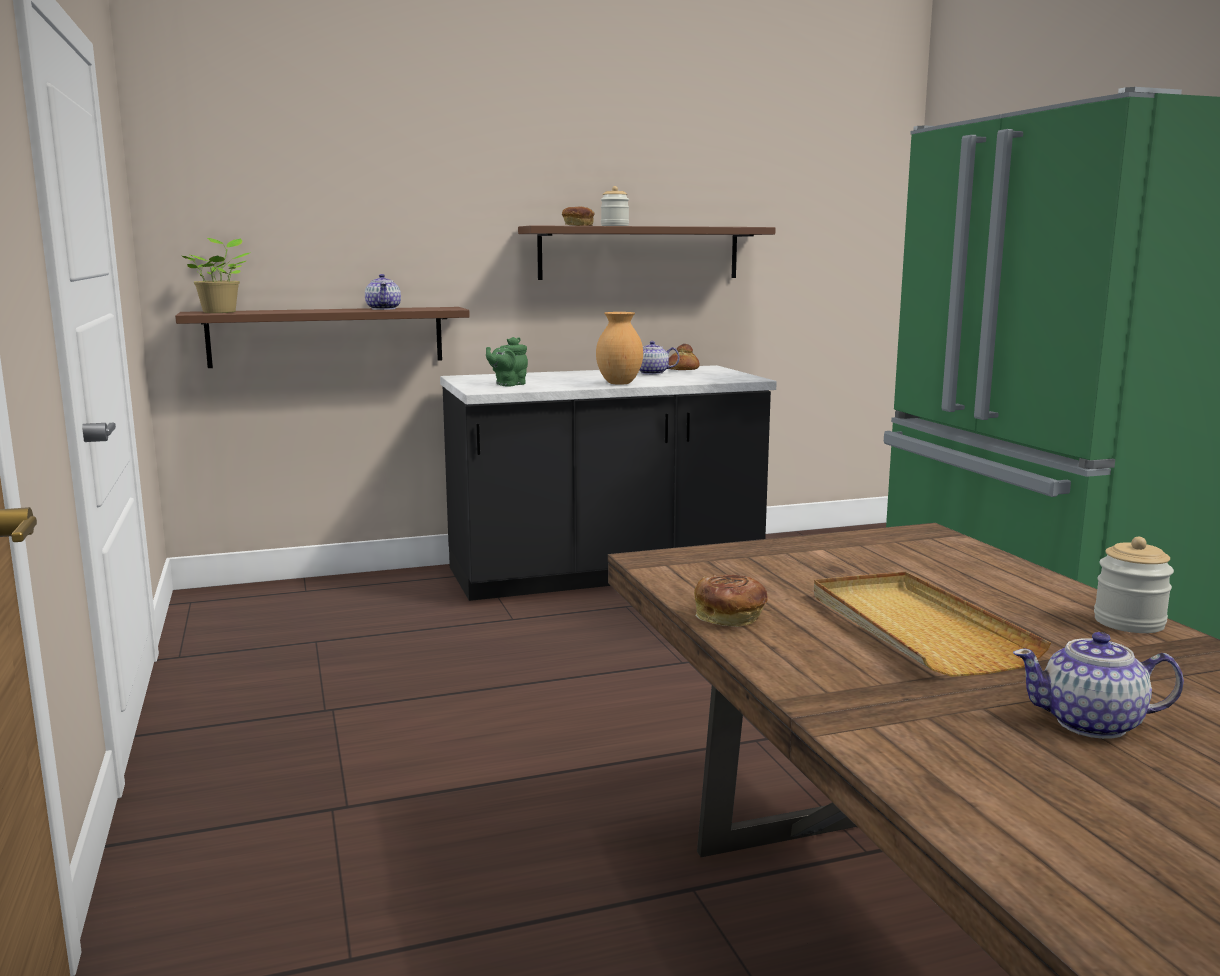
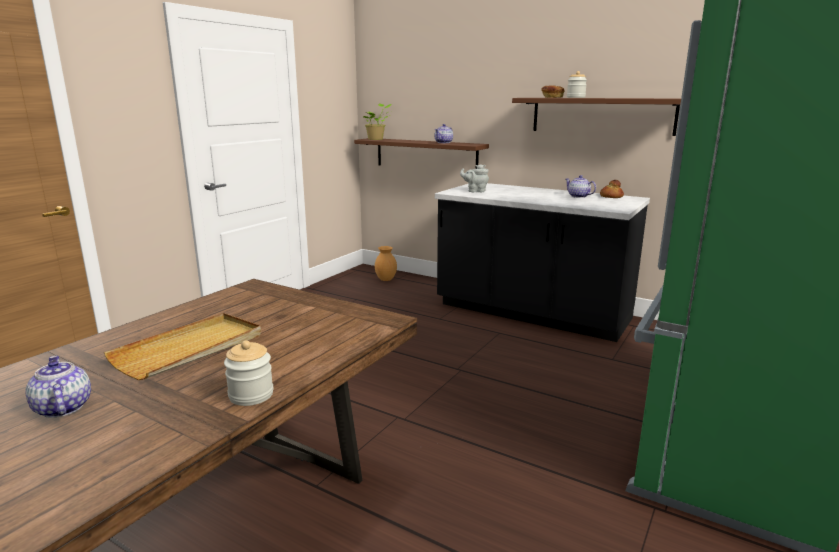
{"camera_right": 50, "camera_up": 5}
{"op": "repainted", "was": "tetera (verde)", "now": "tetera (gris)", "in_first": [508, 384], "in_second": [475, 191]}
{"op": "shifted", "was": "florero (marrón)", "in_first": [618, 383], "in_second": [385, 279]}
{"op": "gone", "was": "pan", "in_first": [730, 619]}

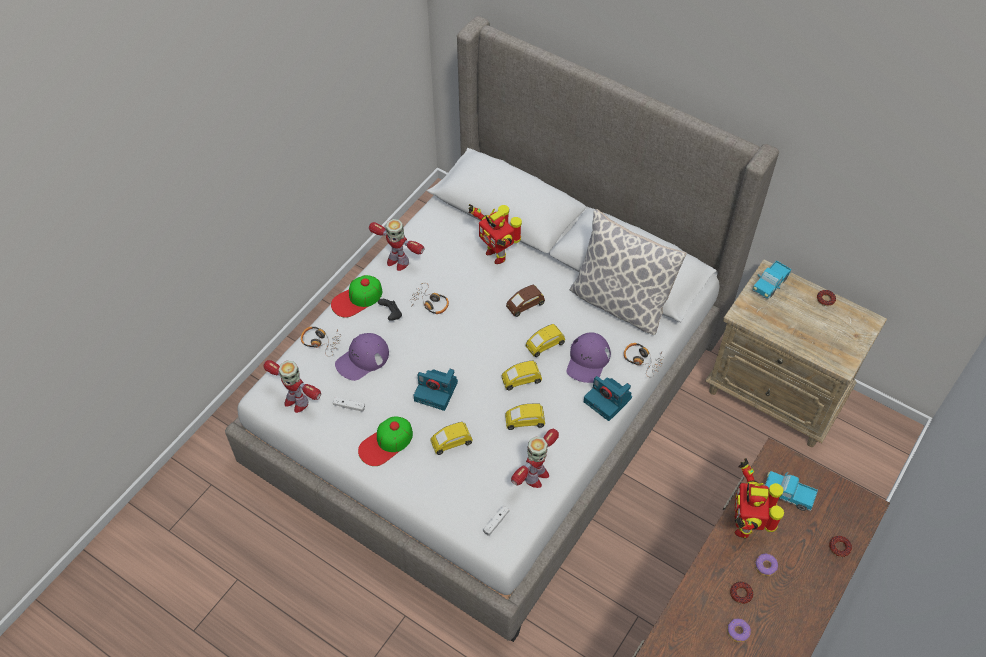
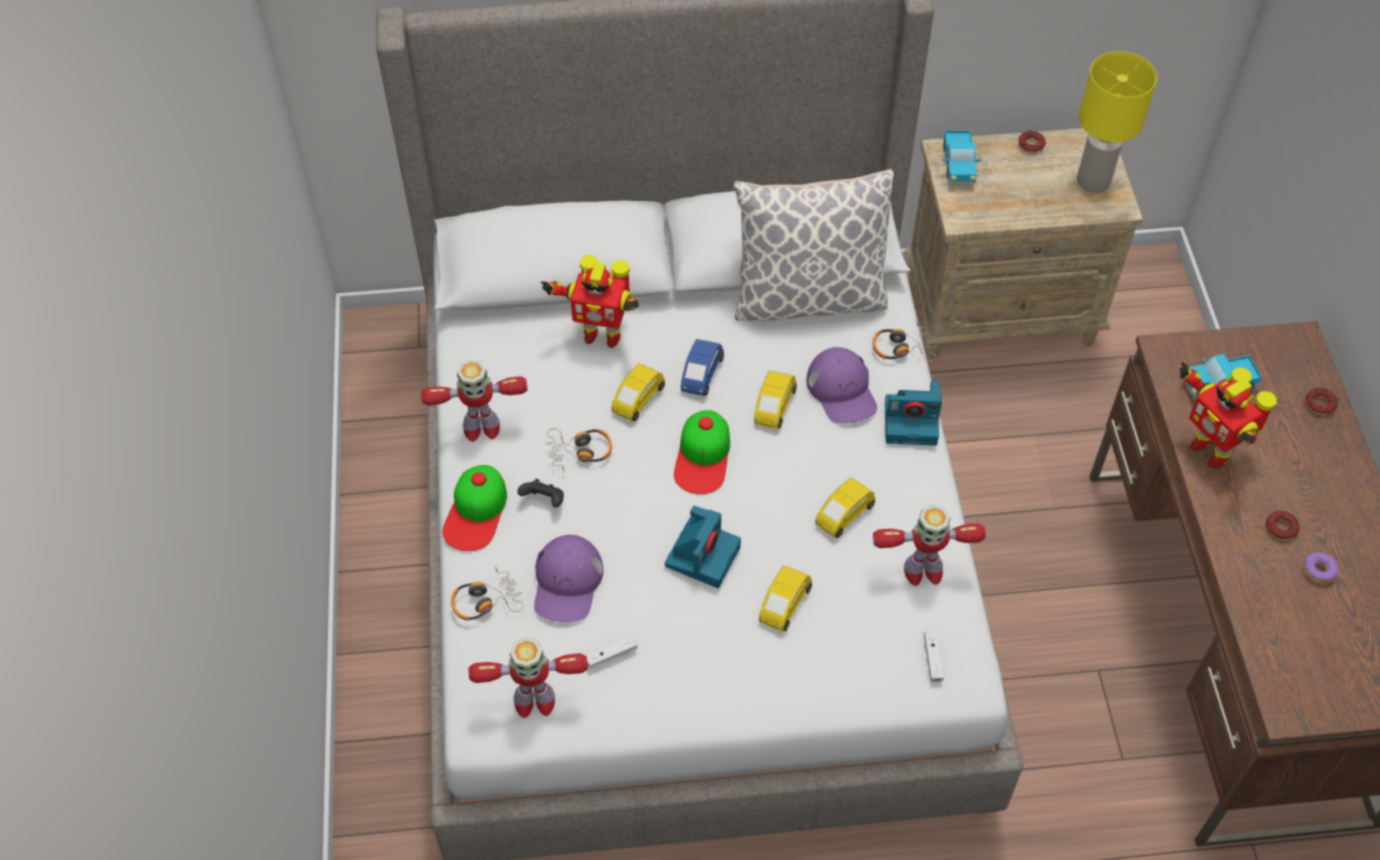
{"camera_right": -40, "camera_up": 0}
{"op": "shifted", "was": "gorra", "in_first": [386, 443], "in_second": [703, 456]}
{"op": "rotated", "was": "cámara", "in_first": [437, 391], "in_second": [702, 555], "clockwise": -45}
{"op": "shifted", "was": "coche de juguete (amarillo)", "in_first": [521, 380], "in_second": [637, 400]}
{"op": "repainted", "was": "coche de juguete (marrón)", "now": "coche de juguete (azul)", "in_first": [525, 305], "in_second": [701, 375]}
{"op": "rotated", "was": "robot de juguete", "in_first": [535, 476], "in_second": [922, 571], "clockwise": 90}
{"op": "gone", "was": "rosquilla", "in_first": [765, 566]}
{"op": "new", "now": "lámpara de mesa (amarillo)", "in_second": [1093, 180]}

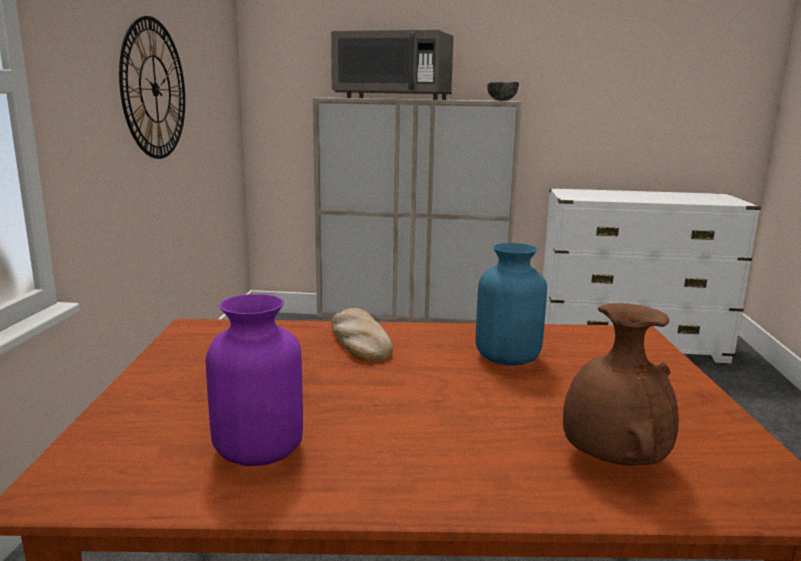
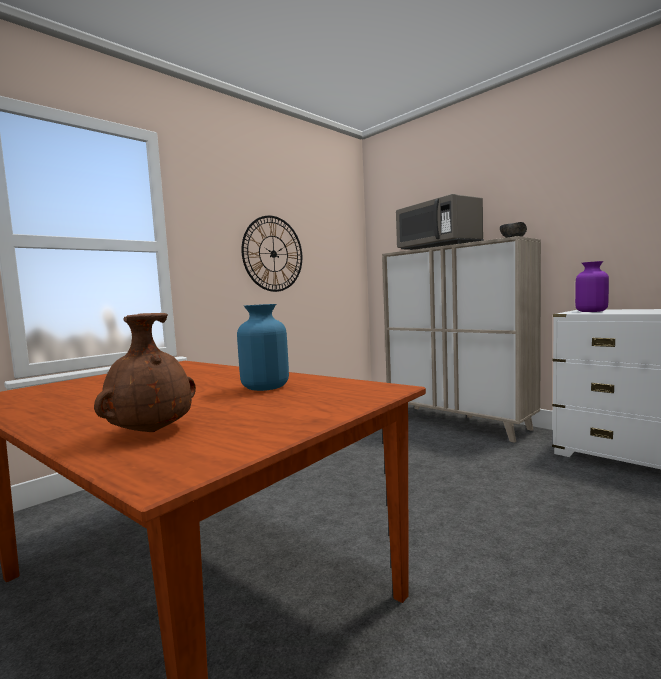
{"camera_right": 40, "camera_up": -10}
{"op": "shifted", "was": "florero (morado)", "in_first": [259, 450], "in_second": [591, 311]}
{"op": "gone", "was": "pan", "in_first": [359, 340]}

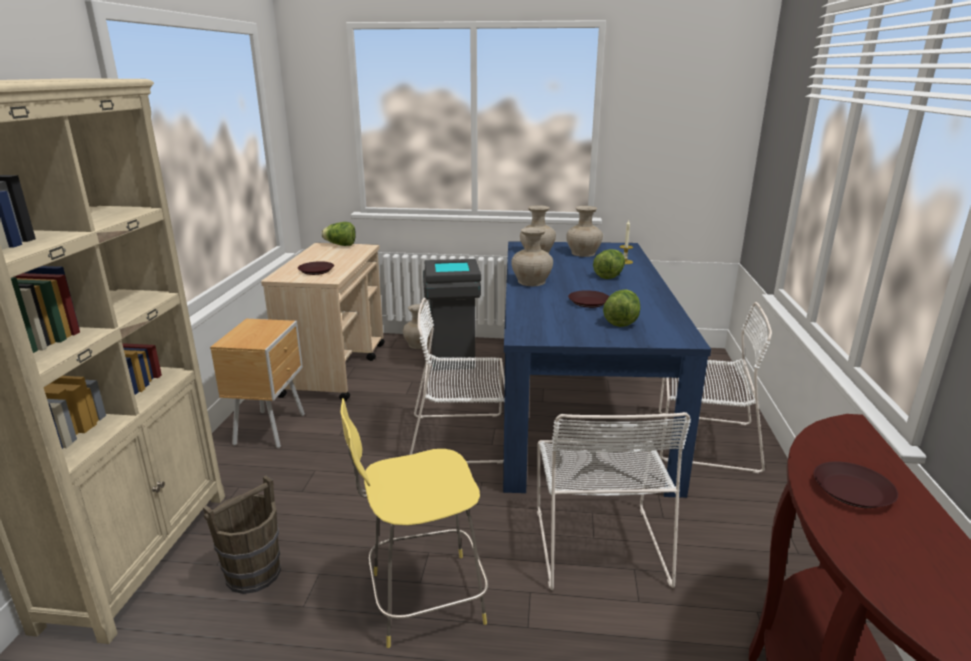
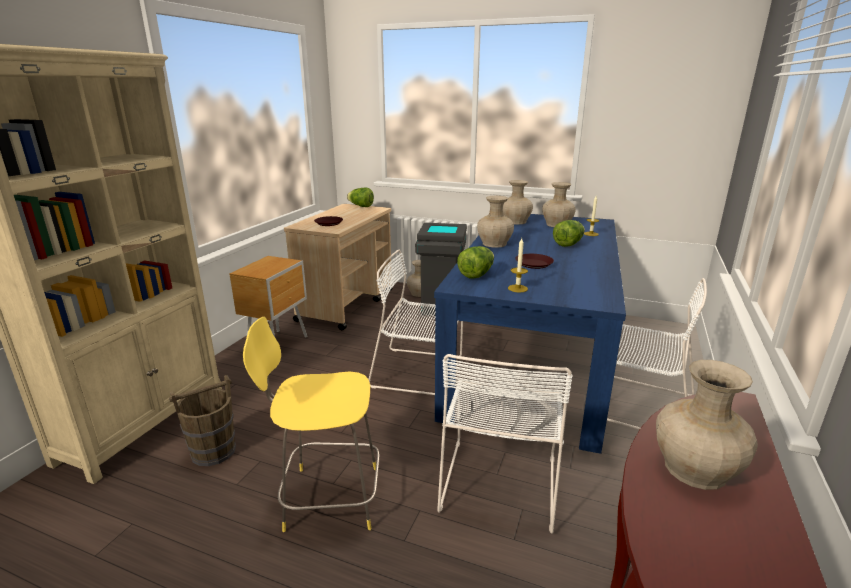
{"camera_right": 15, "camera_up": 0}
{"op": "shifted", "was": "lechuga", "in_first": [621, 321], "in_second": [476, 274]}
{"op": "swapped", "was": "plato (marrón)", "now": "florero (beis)", "in_first": [851, 491], "in_second": [694, 468]}
{"op": "new", "now": "vela", "in_second": [517, 288]}

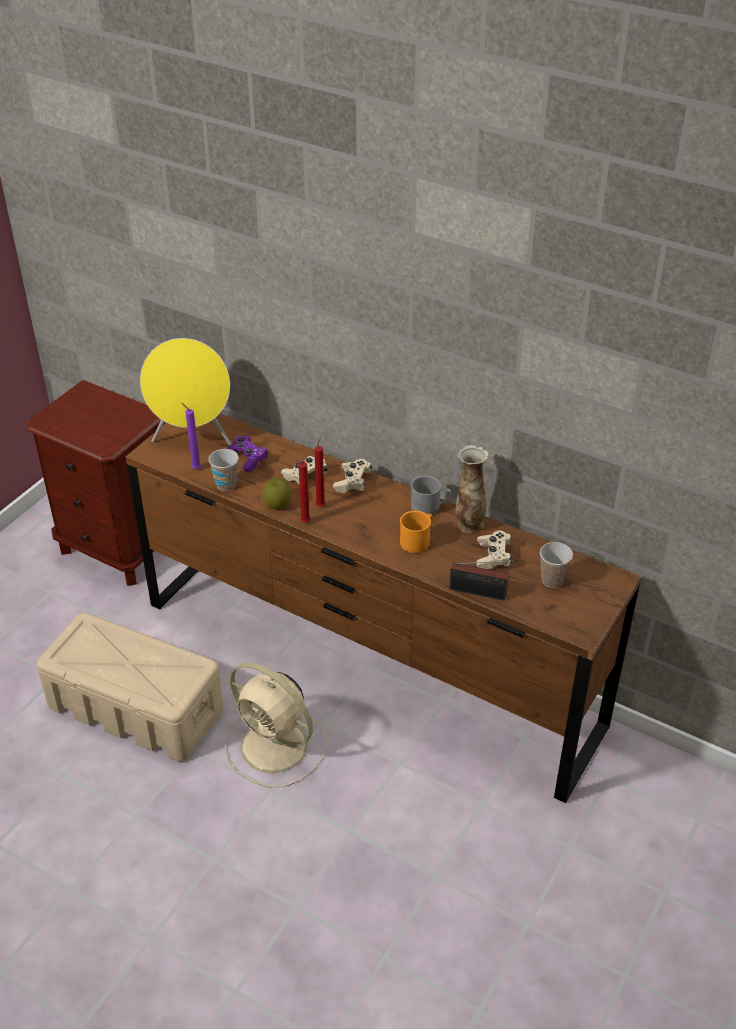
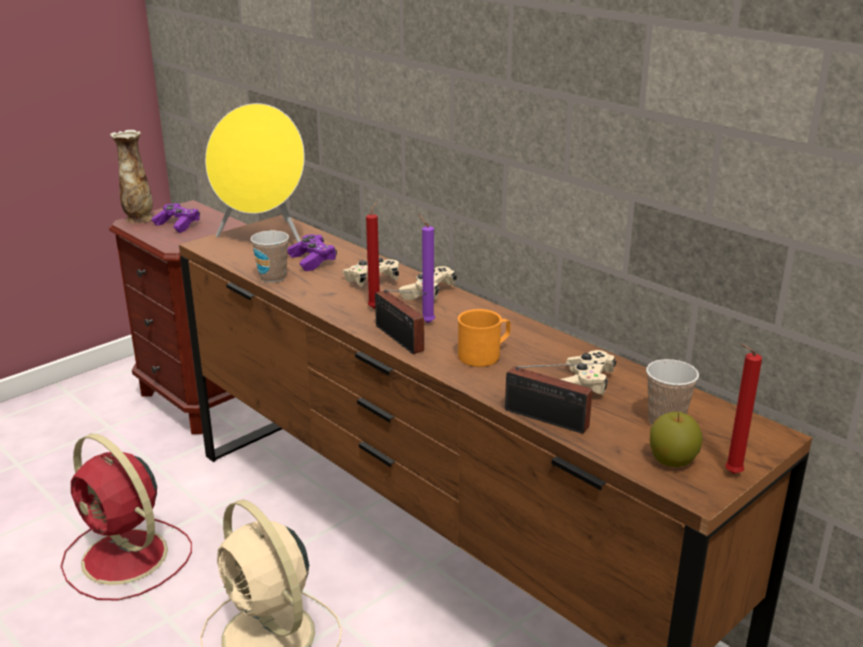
{"camera_right": 15, "camera_up": -15}
{"op": "swapped", "was": "caja de almacenaje (beis)", "now": "ventilador (rojo)", "in_first": [137, 708], "in_second": [127, 558]}
{"op": "shifted", "was": "vela (morado)", "in_first": [195, 468], "in_second": [426, 322]}
{"op": "shifted", "was": "manzana", "in_first": [277, 504], "in_second": [672, 461]}
{"op": "shifted", "was": "vela (rojo)", "in_first": [303, 523], "in_second": [730, 474]}
{"op": "gone", "was": "taza grande (gris)", "in_first": [430, 507]}
{"op": "shifted", "was": "florero", "in_first": [469, 524], "in_second": [139, 219]}
{"op": "new", "now": "mando de consola (morado)", "in_second": [177, 225]}
{"op": "new", "now": "radio", "in_second": [400, 340]}

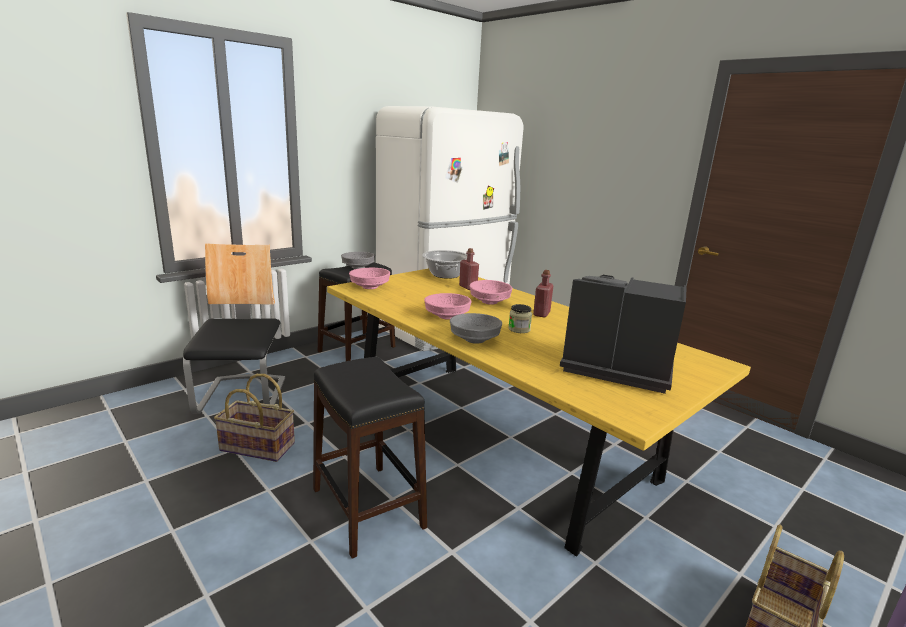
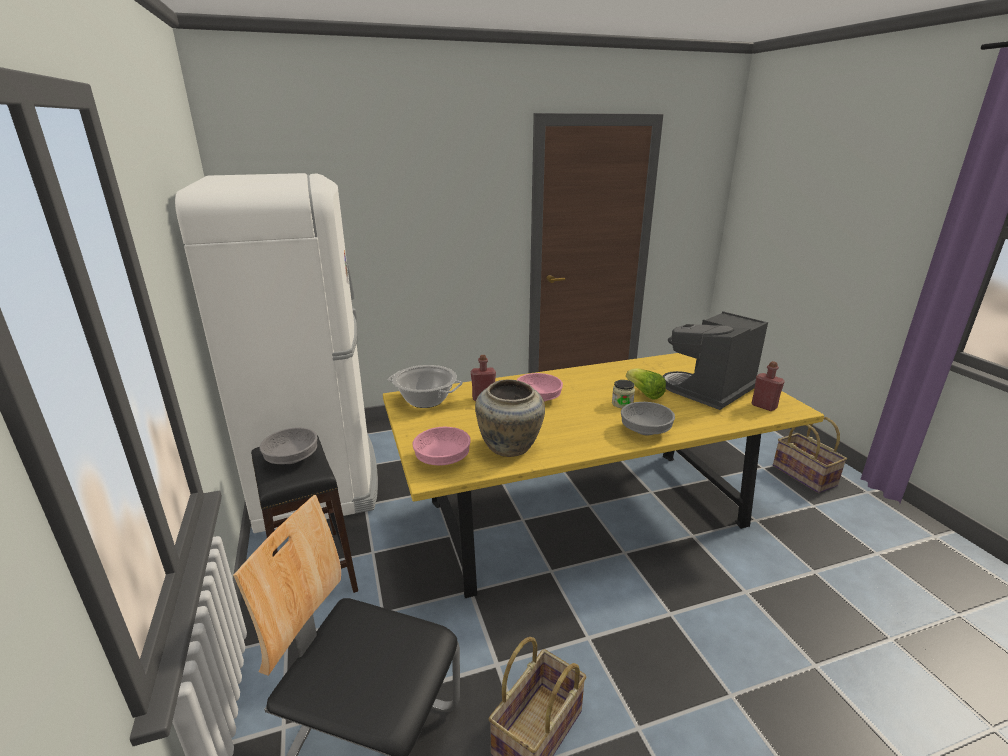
{"camera_right": -65, "camera_up": 5}
{"op": "gone", "was": "taburete (negro)", "in_first": [367, 508]}
{"op": "gone", "was": "cuenco (rosa)", "in_first": [447, 316]}
{"op": "shifted", "was": "botella (rojo)", "in_first": [541, 314], "in_second": [764, 406]}
{"op": "new", "now": "florero (beis)", "in_second": [509, 448]}
{"op": "new", "now": "lechuga", "in_second": [644, 394]}

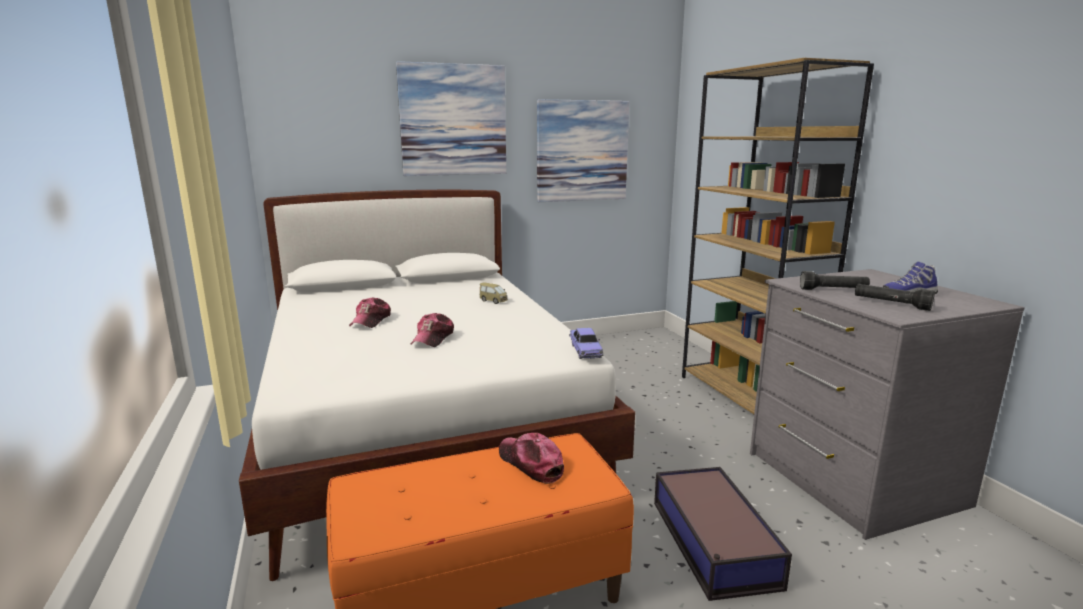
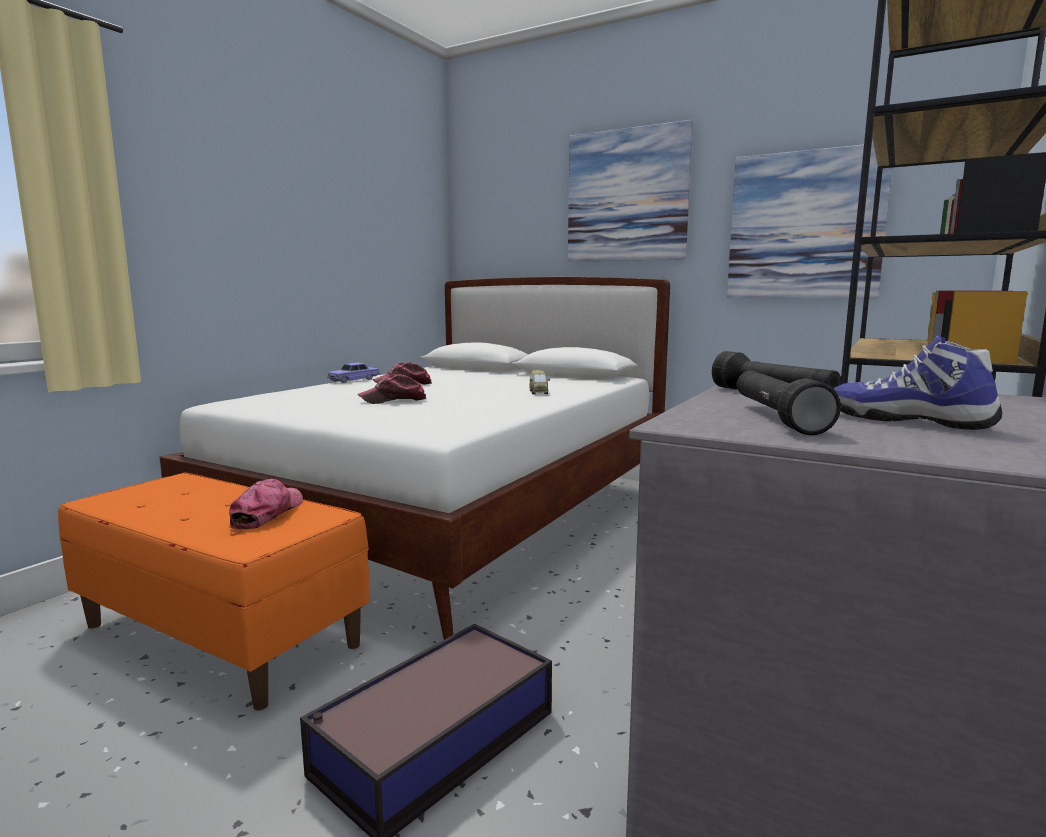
{"camera_right": 50, "camera_up": -5}
{"op": "shifted", "was": "coche de juguete", "in_first": [585, 350], "in_second": [354, 380]}

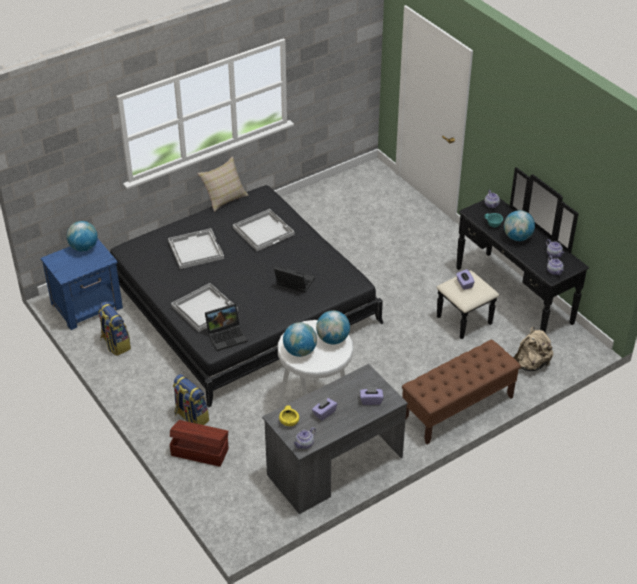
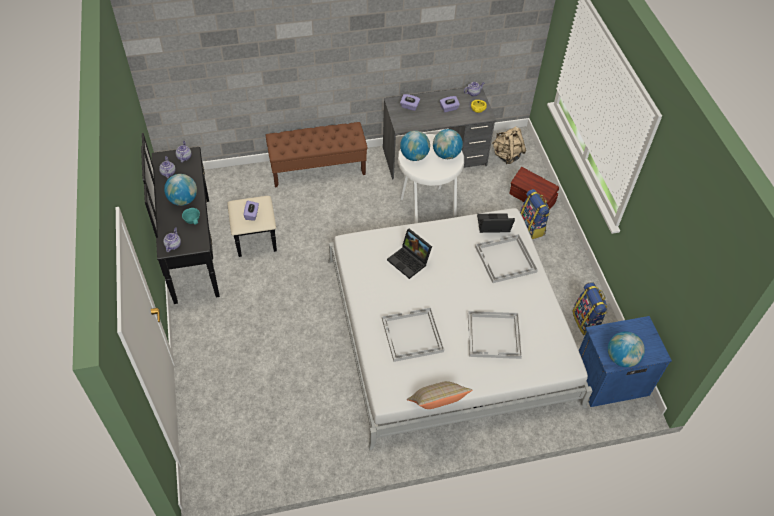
{"camera_right": -160, "camera_up": 10}
{"op": "repainted", "was": "cama (negro)", "now": "cama (blanco)", "in_first": [241, 302], "in_second": [449, 329]}
{"op": "shifted", "was": "mochila (beis)", "in_first": [531, 364], "in_second": [506, 156]}

